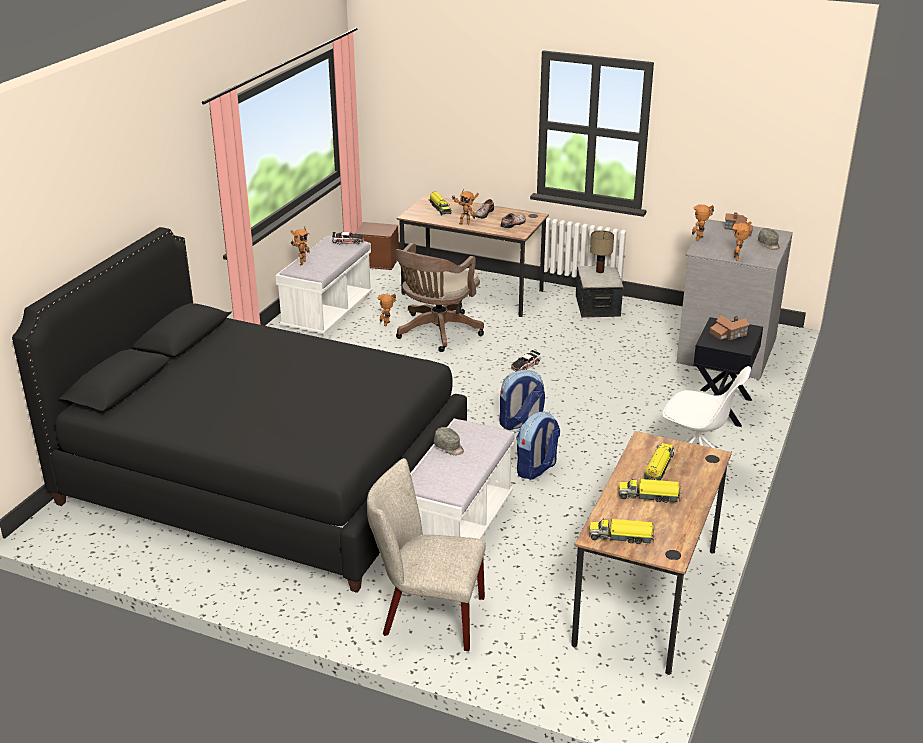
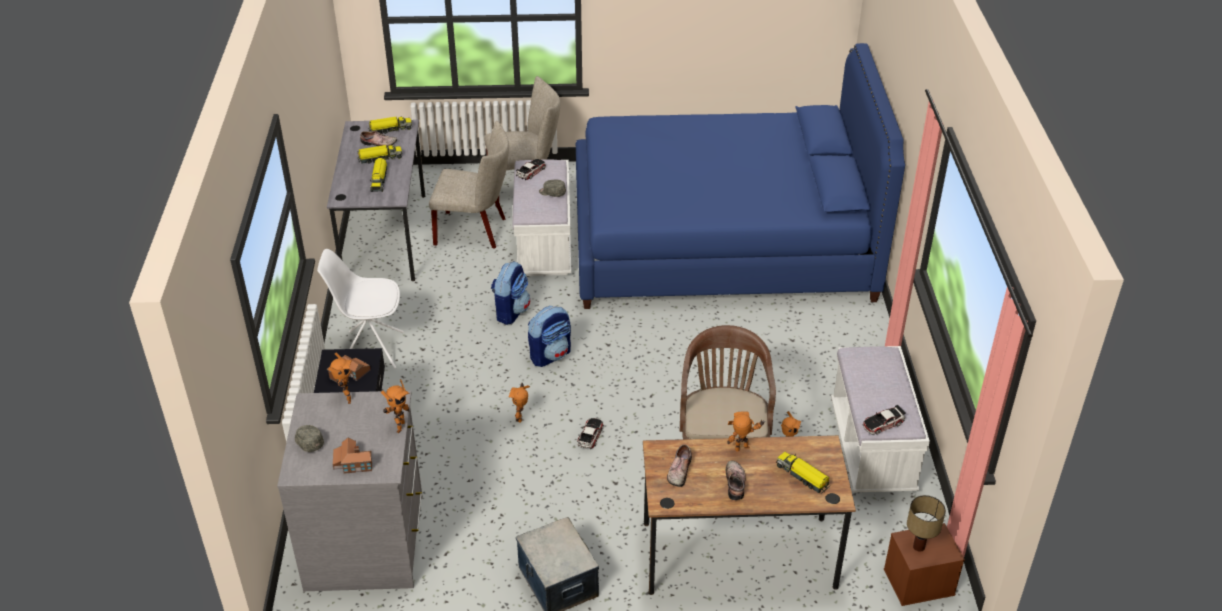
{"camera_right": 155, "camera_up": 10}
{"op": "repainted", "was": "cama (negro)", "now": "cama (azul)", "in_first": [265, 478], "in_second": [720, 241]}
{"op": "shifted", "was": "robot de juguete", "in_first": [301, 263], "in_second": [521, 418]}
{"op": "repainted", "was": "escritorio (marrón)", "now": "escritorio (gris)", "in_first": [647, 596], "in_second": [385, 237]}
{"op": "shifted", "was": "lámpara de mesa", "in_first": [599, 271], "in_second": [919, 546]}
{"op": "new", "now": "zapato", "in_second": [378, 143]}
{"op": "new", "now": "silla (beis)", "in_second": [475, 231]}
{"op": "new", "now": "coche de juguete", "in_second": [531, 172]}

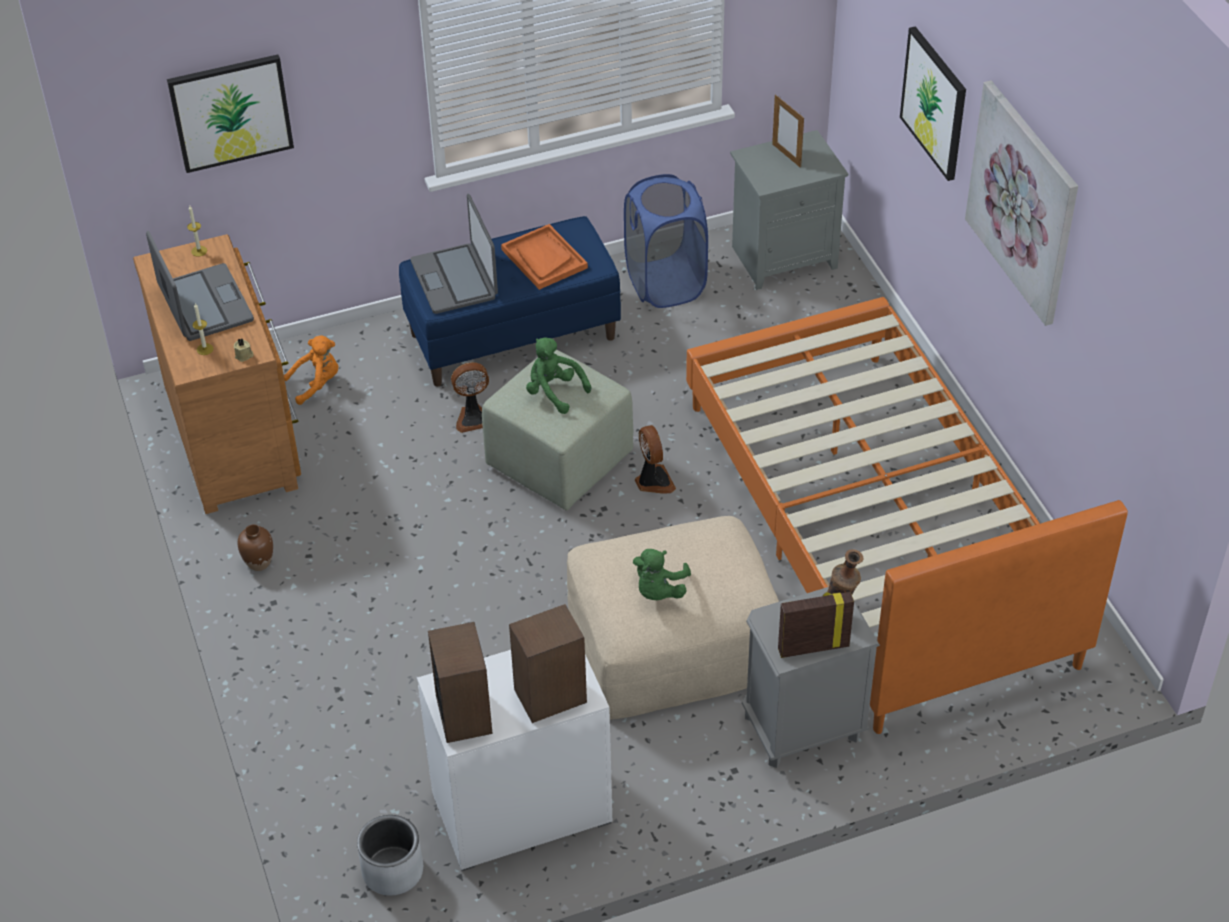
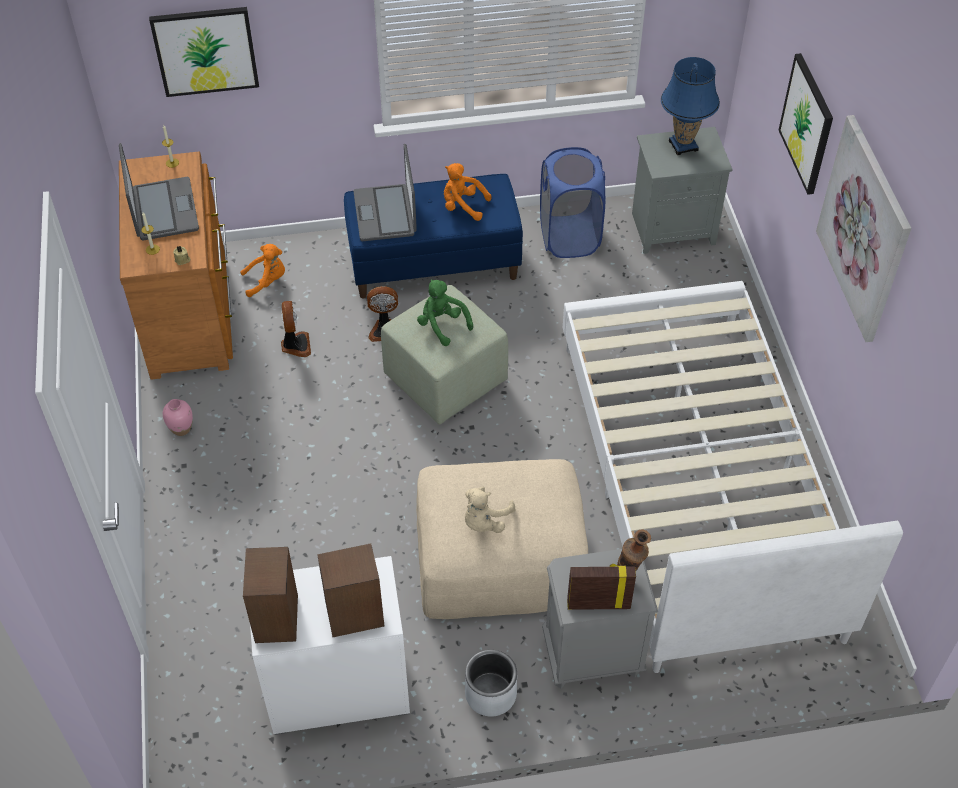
{"camera_right": 10, "camera_up": 5}
{"op": "repainted", "was": "florero (marrón)", "now": "florero (rosa)", "in_first": [259, 562], "in_second": [181, 428]}
{"op": "shifted", "was": "maceta (gris)", "in_first": [392, 870], "in_second": [490, 694]}
{"op": "swapped", "was": "bandeja (naranja)", "now": "peluche (naranja)", "in_first": [544, 259], "in_second": [463, 206]}
{"op": "repainted", "was": "peluche (verde)", "now": "peluche (beis)", "in_first": [659, 590], "in_second": [484, 521]}
{"op": "shifted", "was": "ventilador", "in_first": [653, 481], "in_second": [295, 345]}
{"op": "repainted", "was": "cama (naranja)", "now": "cama (blanco)", "in_first": [876, 531], "in_second": [695, 485]}
{"op": "swapped", "was": "portarretratos", "now": "lámpara de mesa (azul)", "in_first": [786, 155], "in_second": [683, 146]}

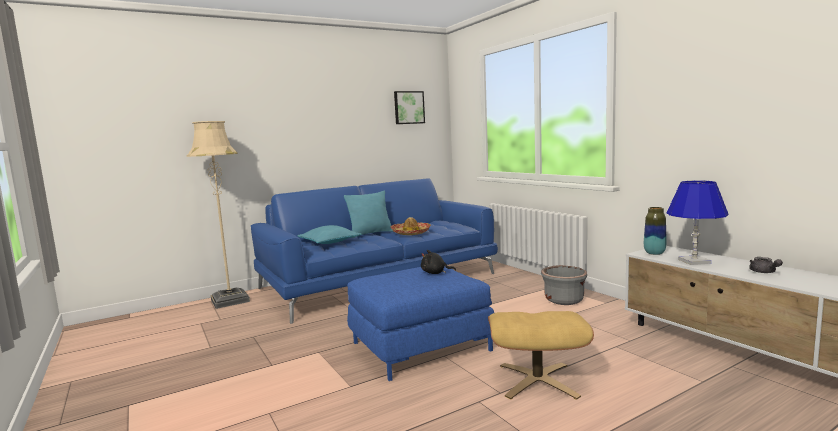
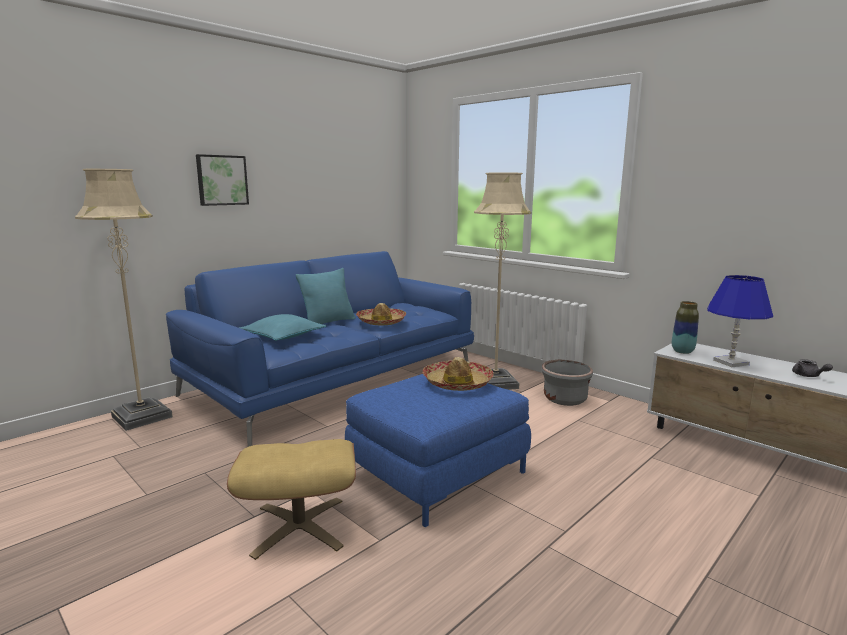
{"camera_right": -15, "camera_up": 5}
{"op": "shifted", "was": "cuadro", "in_first": [408, 107], "in_second": [222, 180]}
{"op": "swapped", "was": "peluche (negro)", "now": "sombrero", "in_first": [435, 273], "in_second": [457, 383]}
{"op": "shifted", "was": "puf (beis)", "in_first": [537, 380], "in_second": [299, 527]}
{"op": "new", "now": "lámpara de pie (beis)", "in_second": [495, 383]}

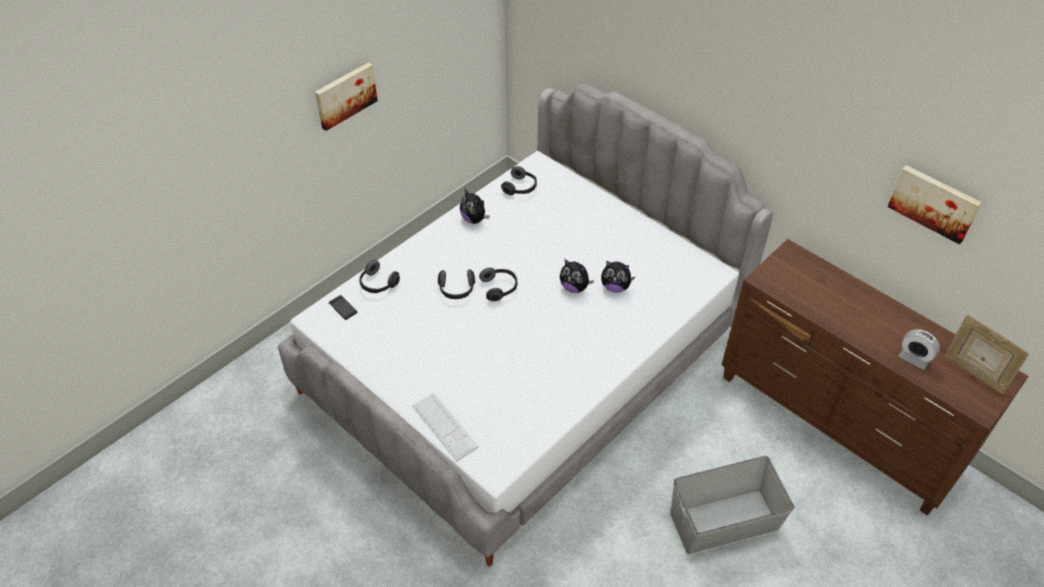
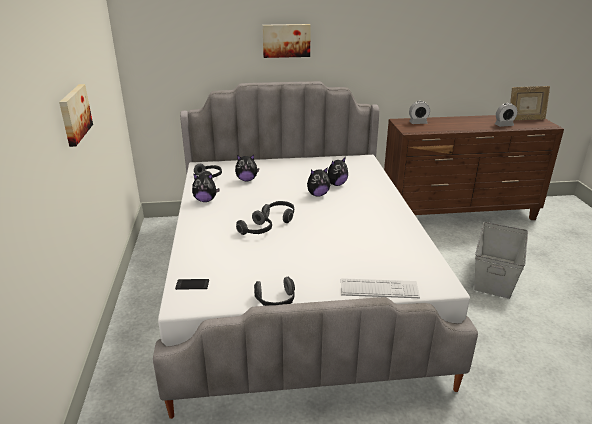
{"camera_right": -50, "camera_up": -20}
{"op": "shifted", "was": "auriculares", "in_first": [378, 284], "in_second": [276, 301]}
{"op": "shifted", "was": "cuadro", "in_first": [934, 202], "in_second": [286, 40]}
{"op": "new", "now": "peluche", "in_second": [247, 180]}
{"op": "new", "now": "despertador", "in_second": [418, 123]}

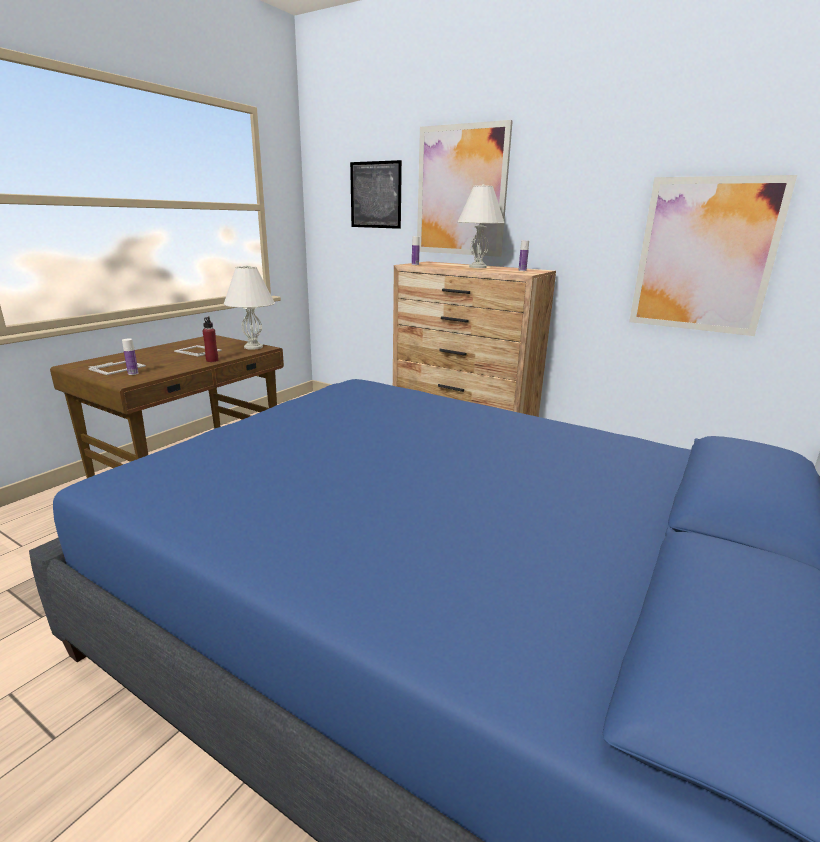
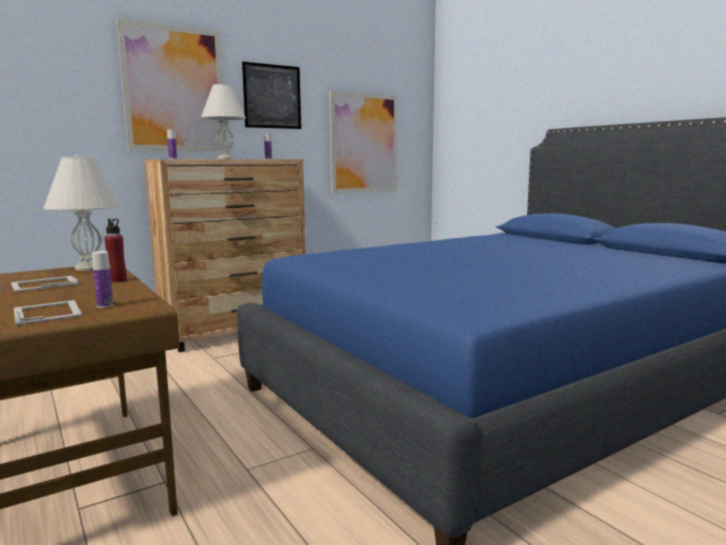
{"camera_right": -65, "camera_up": -10}
{"op": "shifted", "was": "cuadro", "in_first": [375, 195], "in_second": [272, 96]}

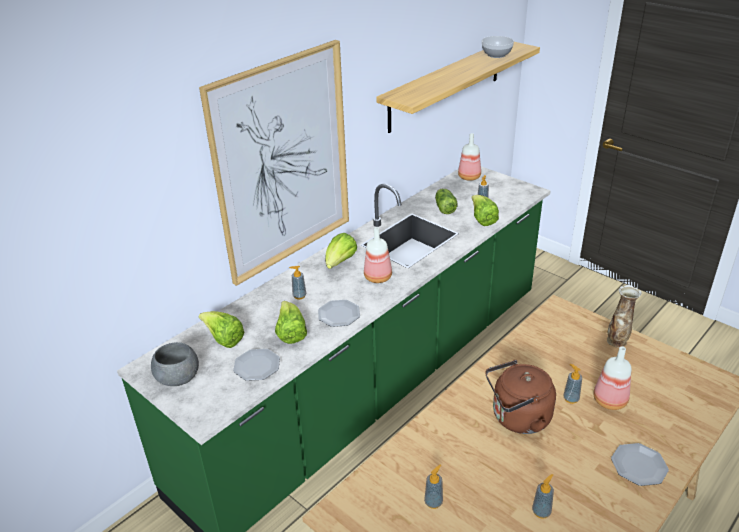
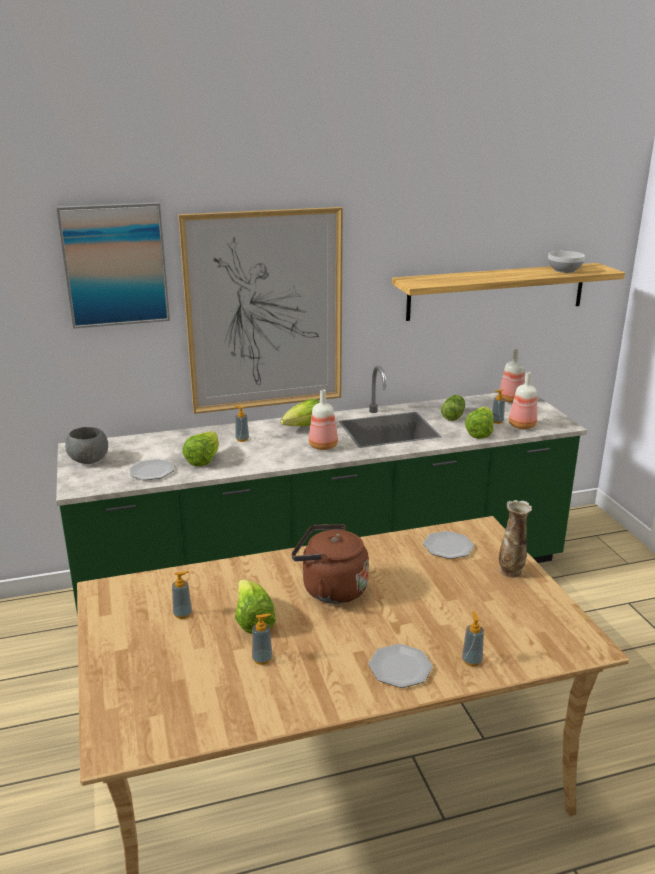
{"camera_right": 30, "camera_up": -10}
{"op": "shifted", "was": "lechuga", "in_first": [223, 339], "in_second": [252, 621]}
{"op": "shifted", "was": "plato", "in_first": [338, 314], "in_second": [448, 546]}
{"op": "shifted", "was": "dispensador de jabón", "in_first": [571, 398], "in_second": [472, 661]}
{"op": "shifted", "was": "botella", "in_first": [609, 401], "in_second": [521, 425]}
{"op": "new", "now": "cuadro", "in_second": [115, 265]}

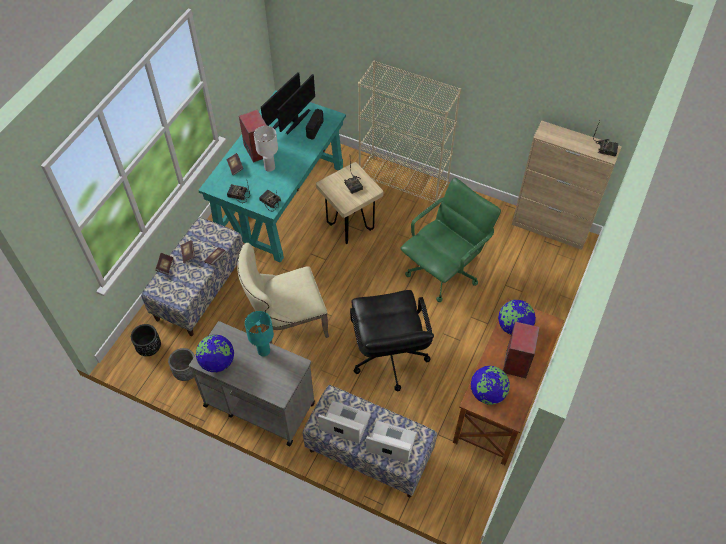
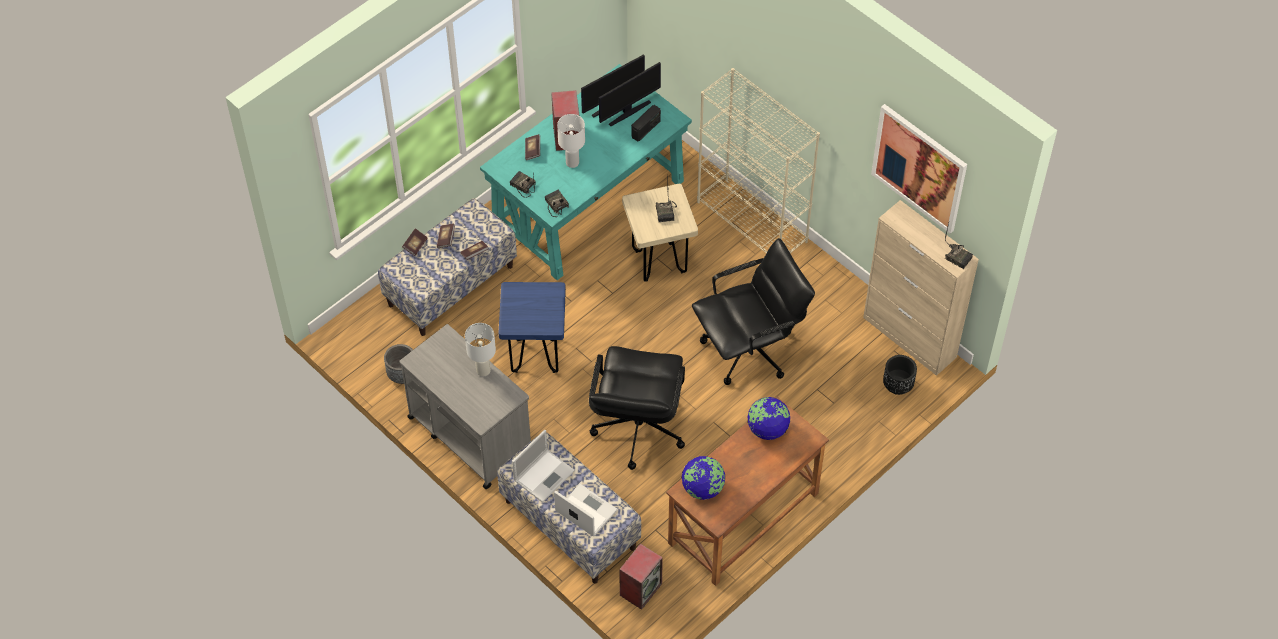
{"camera_right": 20, "camera_up": 0}
{"op": "shifted", "was": "maceta (negro)", "in_first": [149, 348], "in_second": [897, 385]}
{"op": "gone", "was": "globo terráqueo", "in_first": [217, 362]}
{"op": "swapped", "was": "silla (beis)", "now": "taburete (azul)", "in_first": [286, 324], "in_second": [535, 355]}
{"op": "repainted", "was": "lámpara de mesa (turquesa)", "now": "lámpara de mesa (blanco)", "in_first": [264, 350], "in_second": [483, 370]}
{"op": "rotated", "was": "portátil", "in_first": [344, 422], "in_second": [544, 474], "clockwise": 90}
{"op": "repainted", "was": "silla de oficina (verde)", "now": "silla de oficina (negro)", "in_first": [443, 271], "in_second": [749, 350]}
{"op": "shifted", "was": "altavoz", "in_first": [516, 361], "in_second": [640, 589]}
{"op": "new", "now": "cuadro", "in_second": [919, 167]}

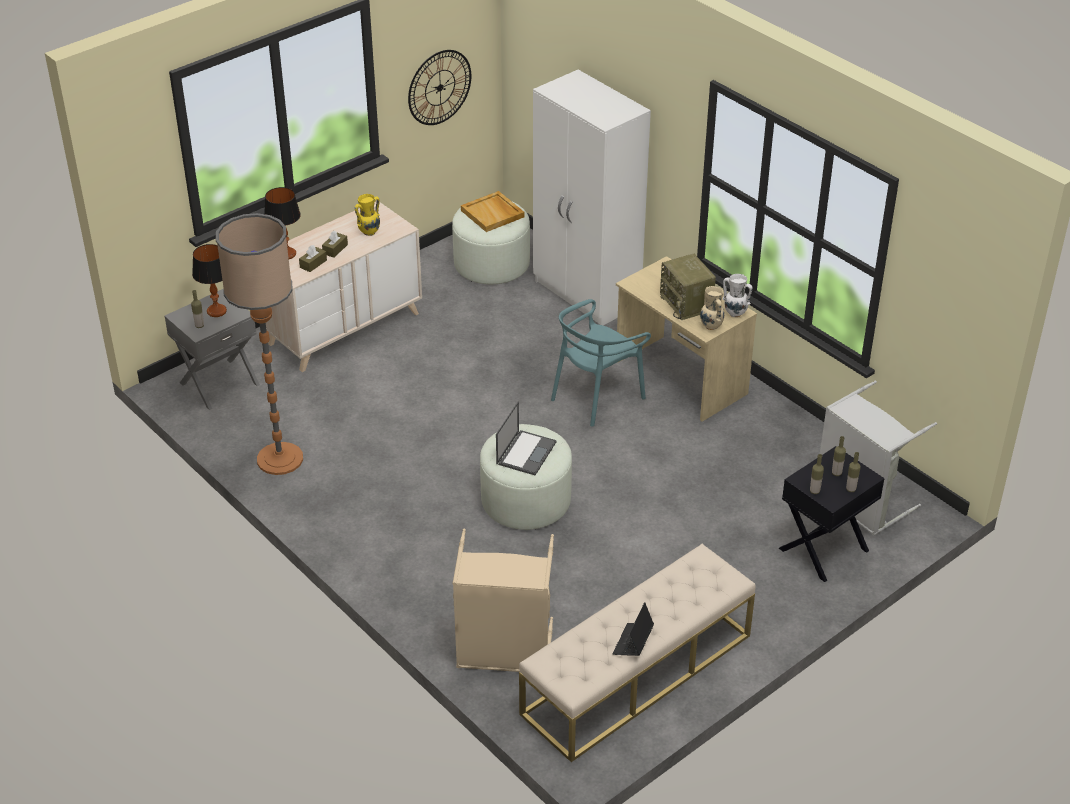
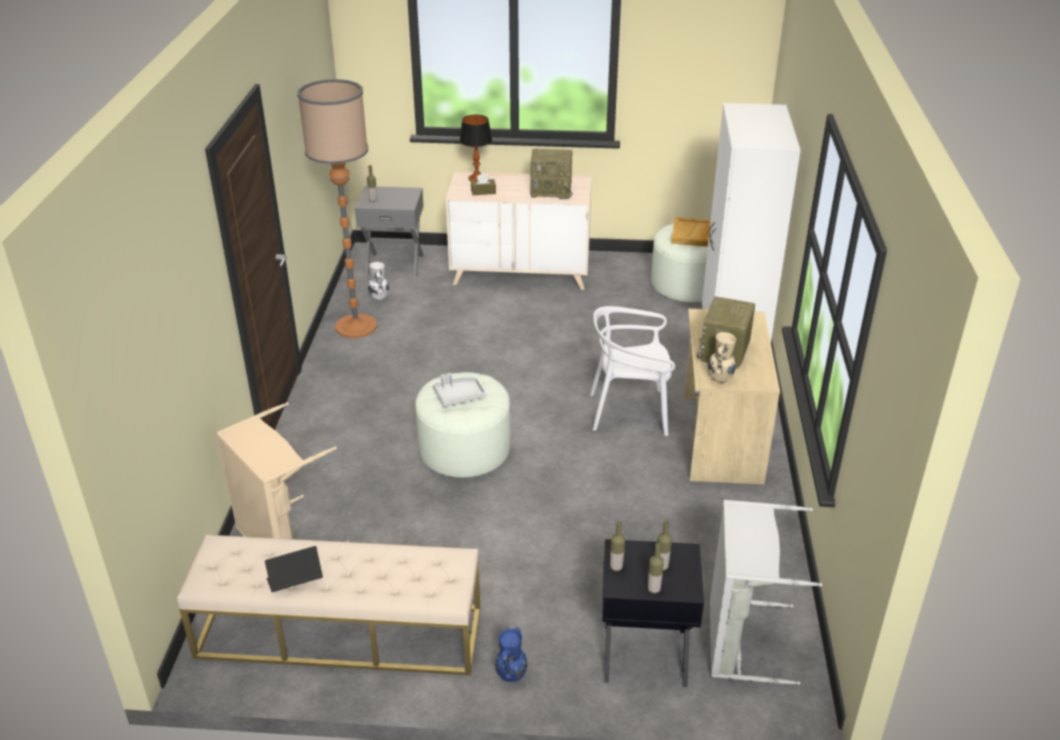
{"camera_right": 45, "camera_up": -5}
{"op": "gone", "was": "lámpara de mesa", "in_first": [217, 311]}
{"op": "gone", "was": "caja de pañuelos (marrón)", "in_first": [335, 249]}
{"op": "swapped", "was": "florero (amarillo)", "now": "radio", "in_first": [368, 232], "in_second": [552, 190]}
{"op": "gone", "was": "reloj de pared", "in_first": [439, 87]}
{"op": "swapped", "was": "portátil", "now": "bandeja (gris)", "in_first": [526, 452], "in_second": [459, 396]}
{"op": "repainted", "was": "silla (turquesa)", "now": "silla (blanco)", "in_first": [596, 397], "in_second": [629, 412]}
{"op": "shifted", "was": "florero (blanco)", "in_first": [735, 313], "in_second": [379, 297]}
{"op": "new", "now": "florero (azul)", "in_second": [511, 676]}

